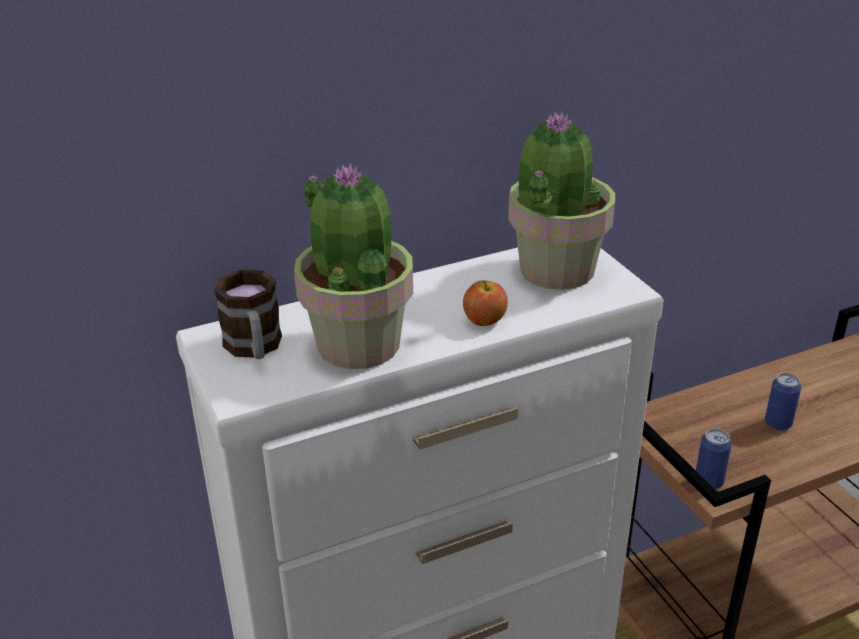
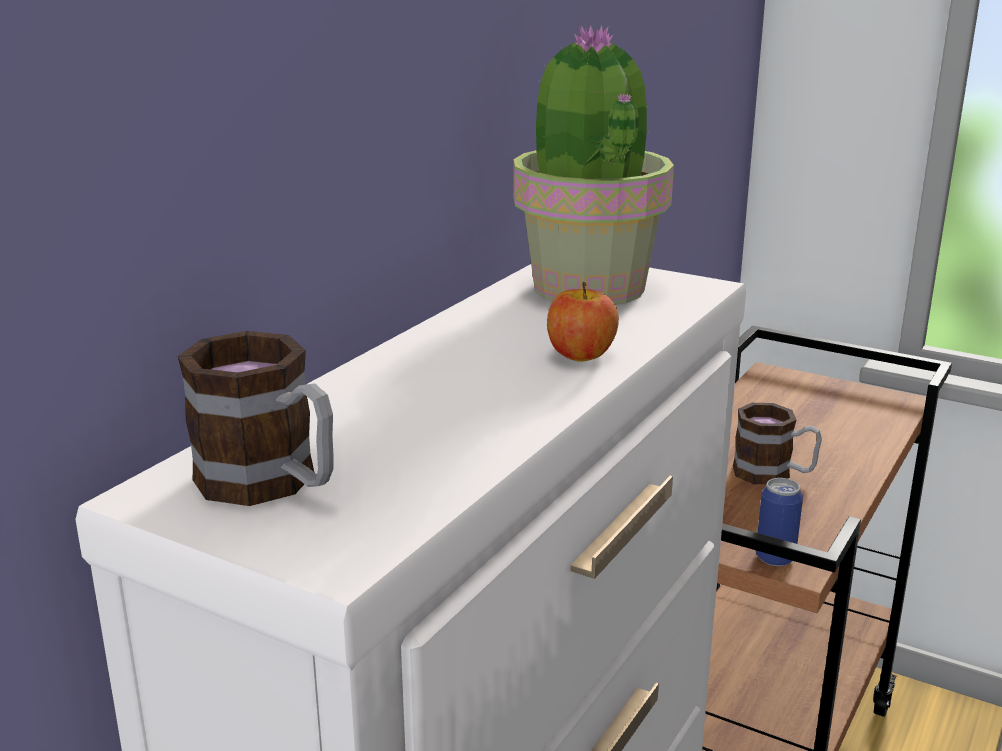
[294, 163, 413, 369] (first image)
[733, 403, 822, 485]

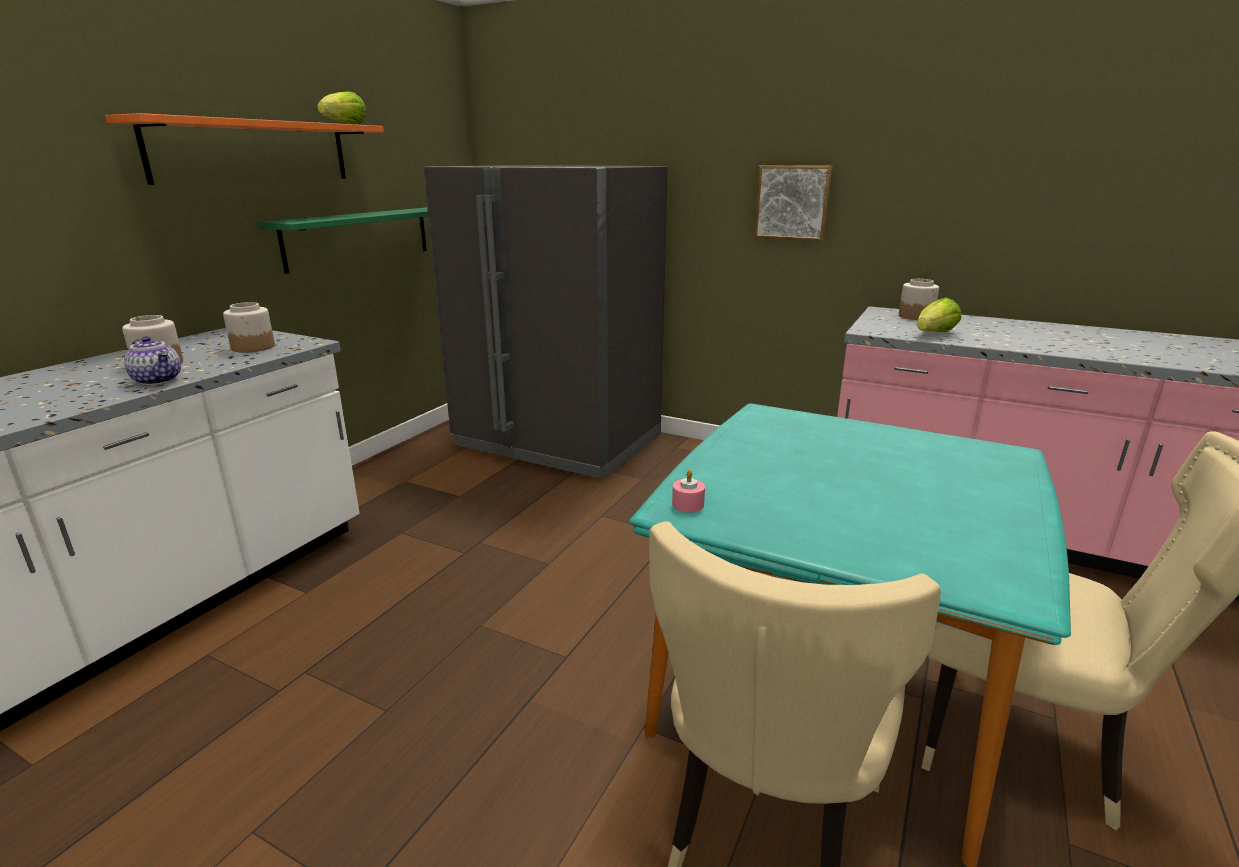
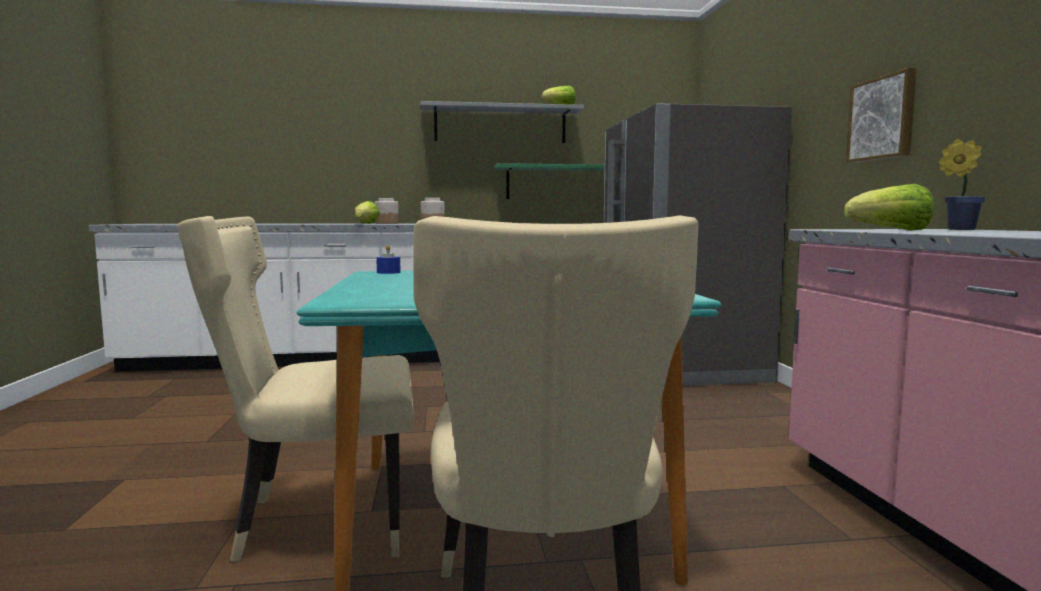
[420, 101, 584, 143]
[355, 201, 379, 224]
[376, 245, 401, 274]
[939, 139, 985, 230]

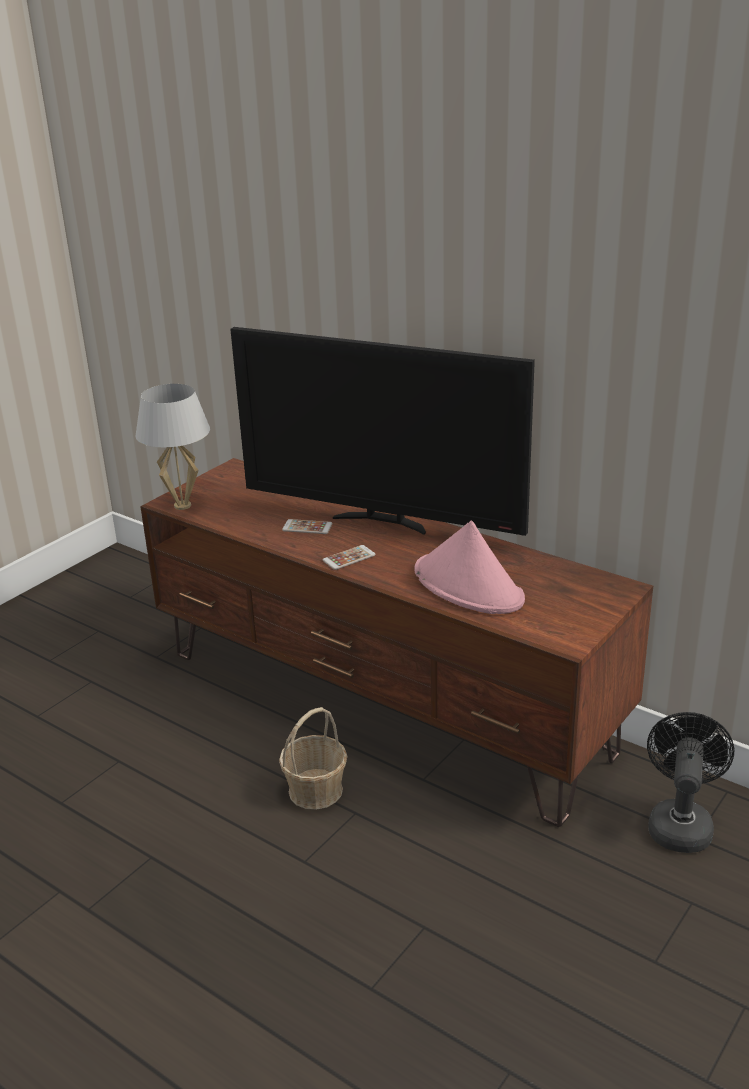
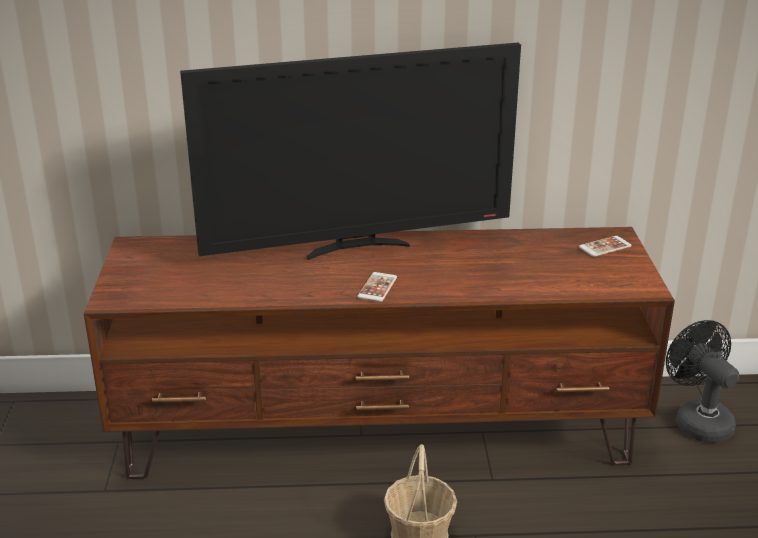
[136, 384, 210, 510] (first image)
[579, 236, 632, 257]
[414, 521, 525, 614] (first image)

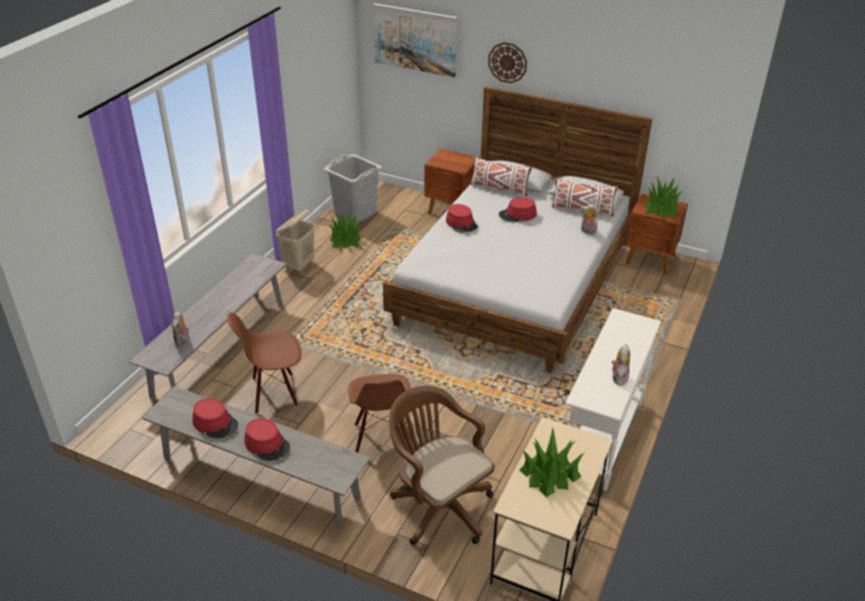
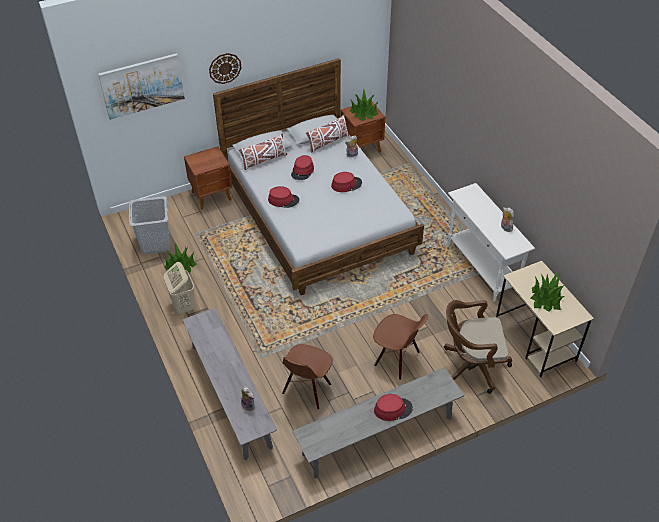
[331, 172, 362, 192]

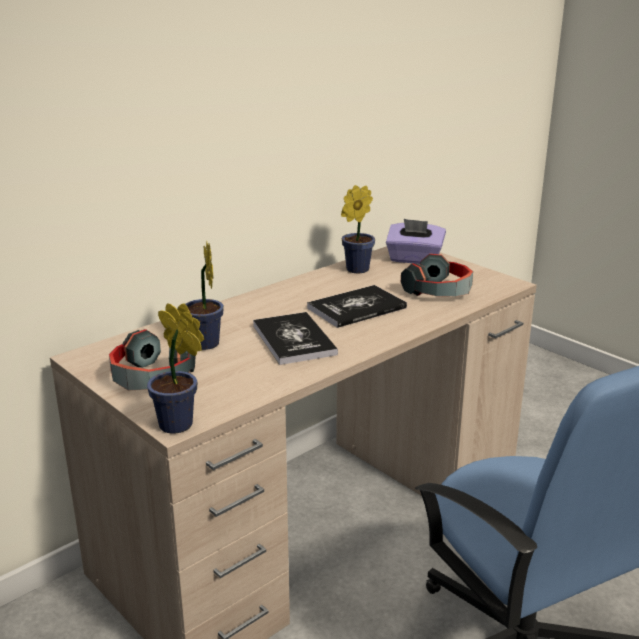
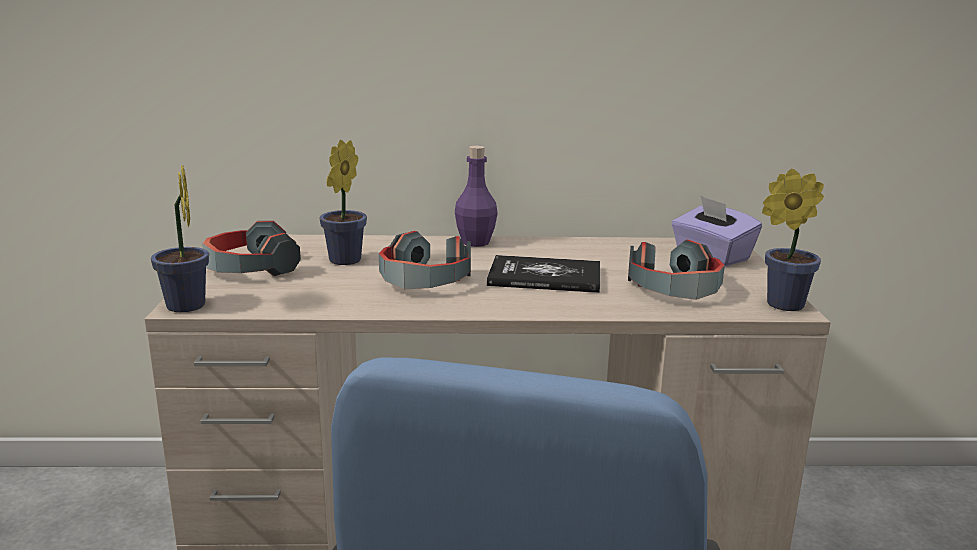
[379, 231, 471, 290]
[762, 169, 824, 311]
[455, 146, 498, 247]

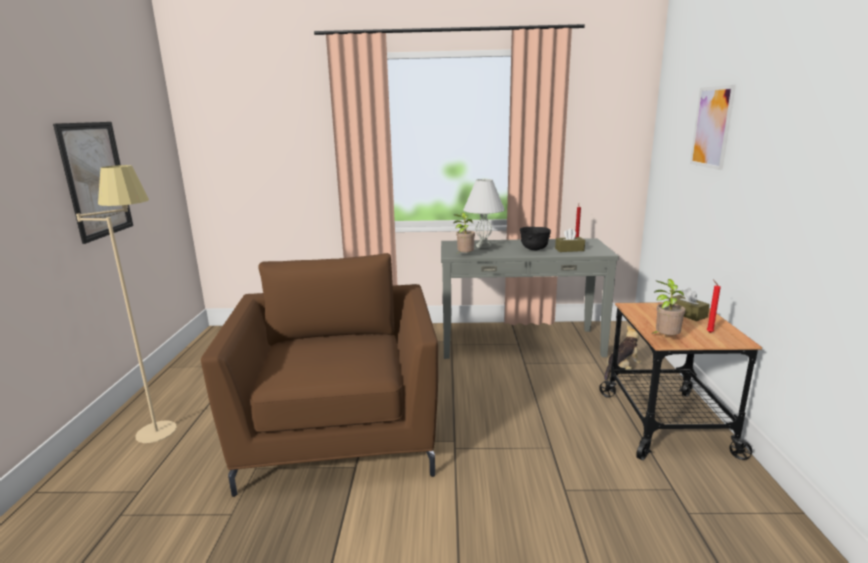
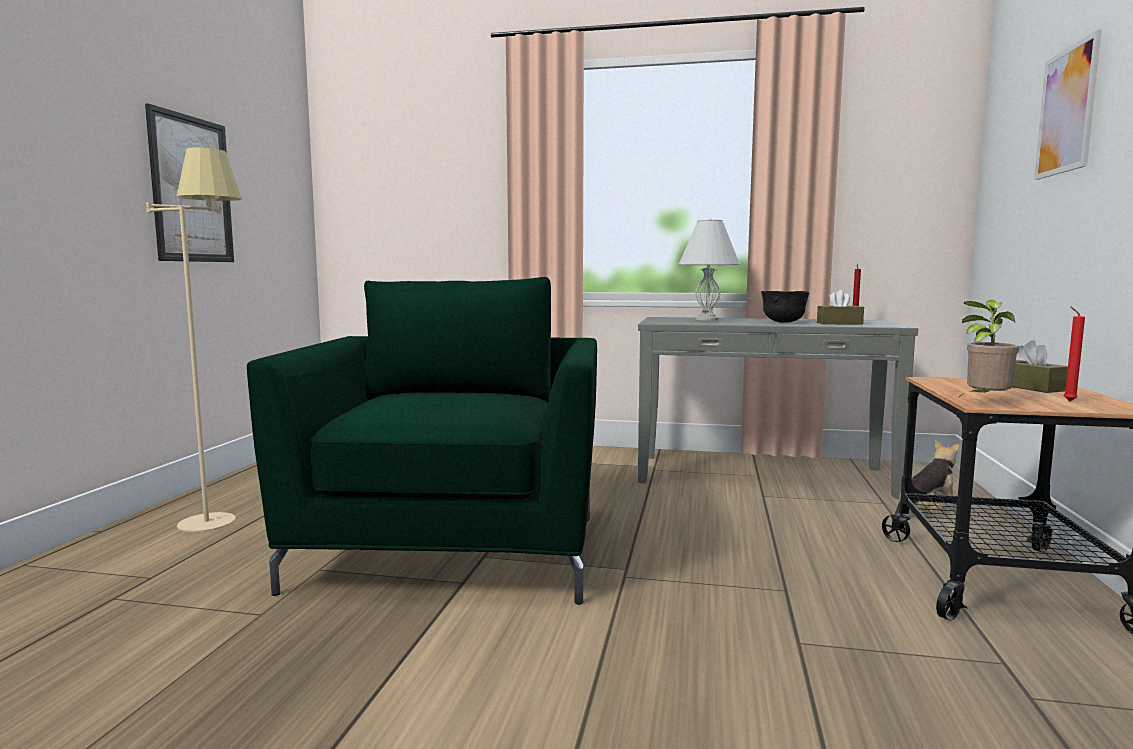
[247, 277, 597, 605]
[453, 213, 475, 256] (first image)

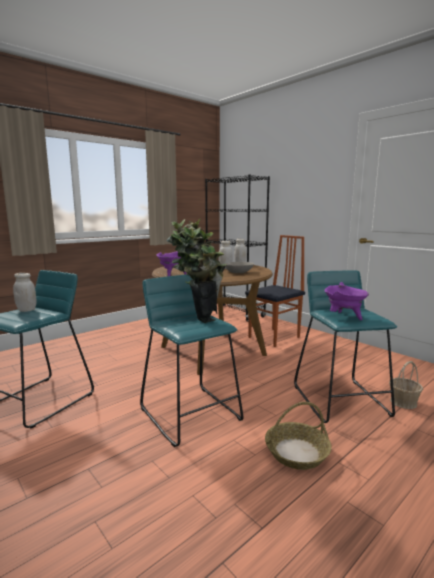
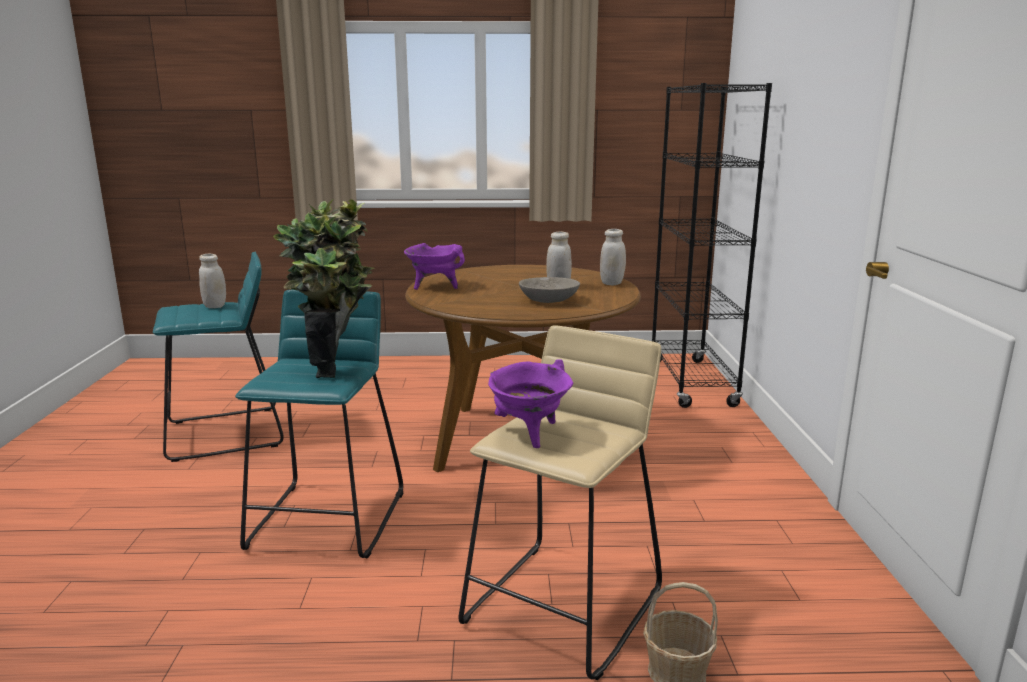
[245, 235, 305, 347] (first image)
[265, 402, 332, 470] (first image)
[459, 325, 662, 680]

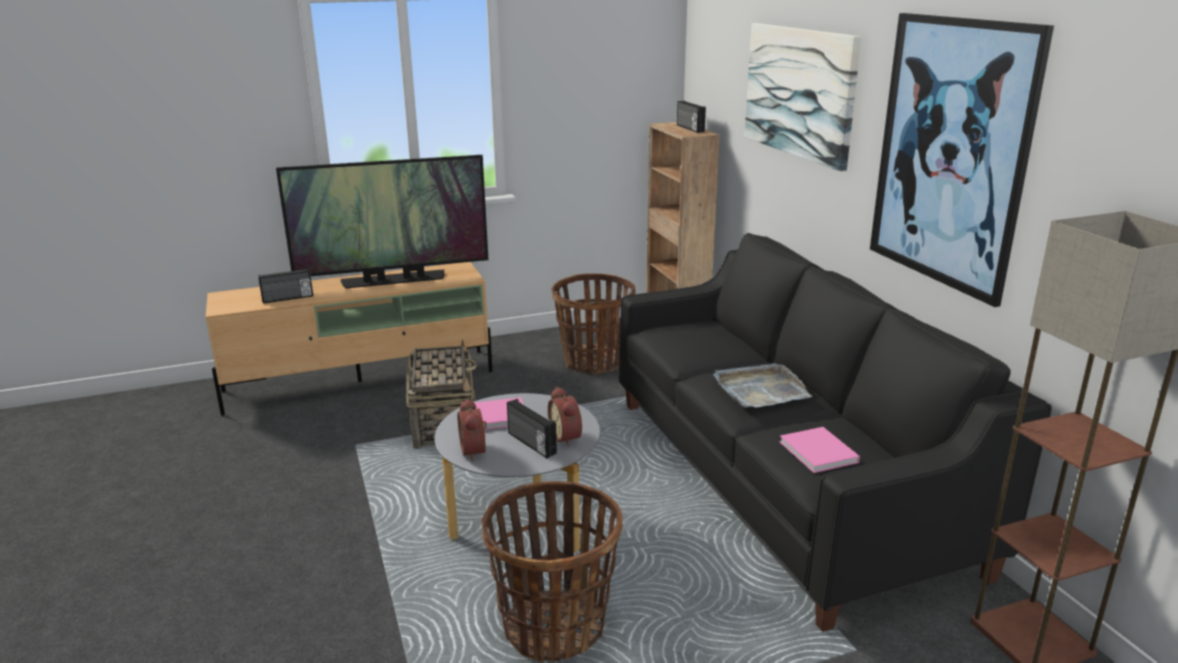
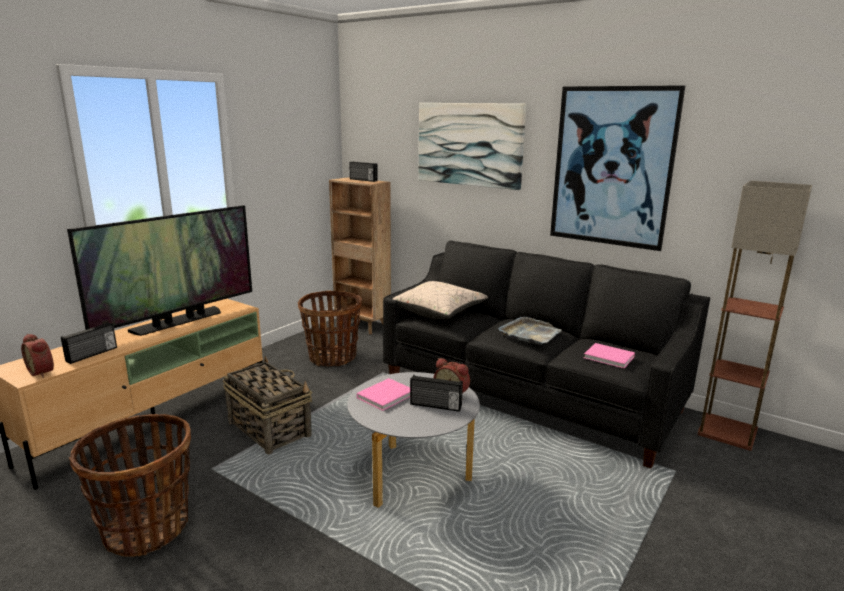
[21, 334, 54, 378]
[69, 414, 191, 557]
[393, 281, 488, 319]

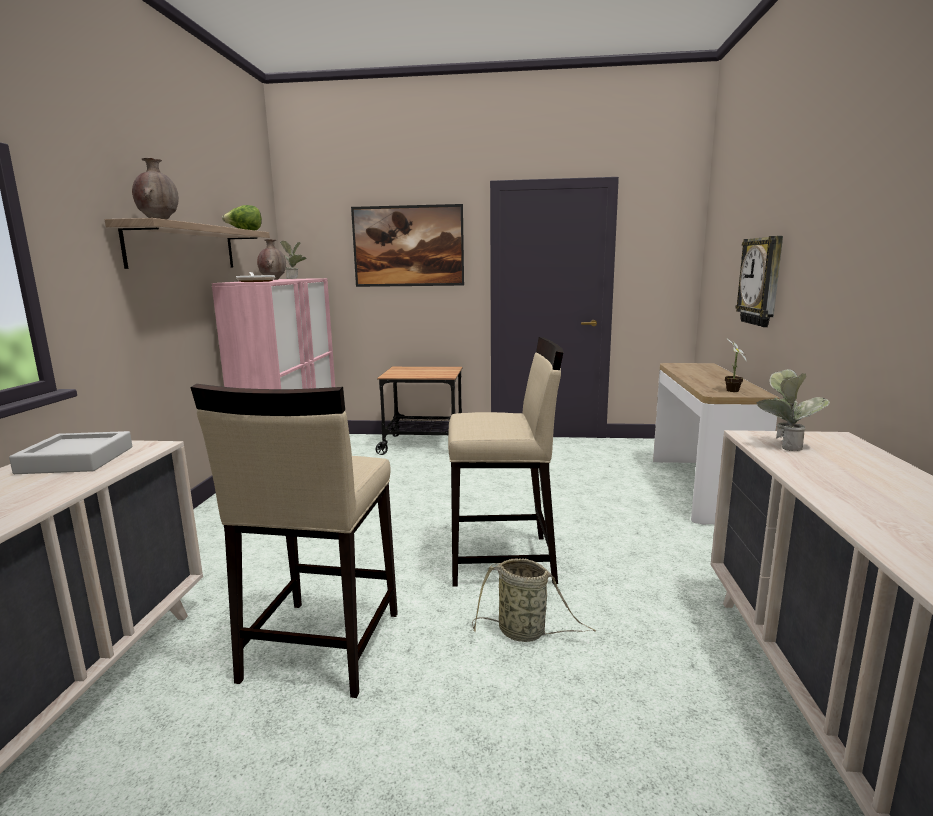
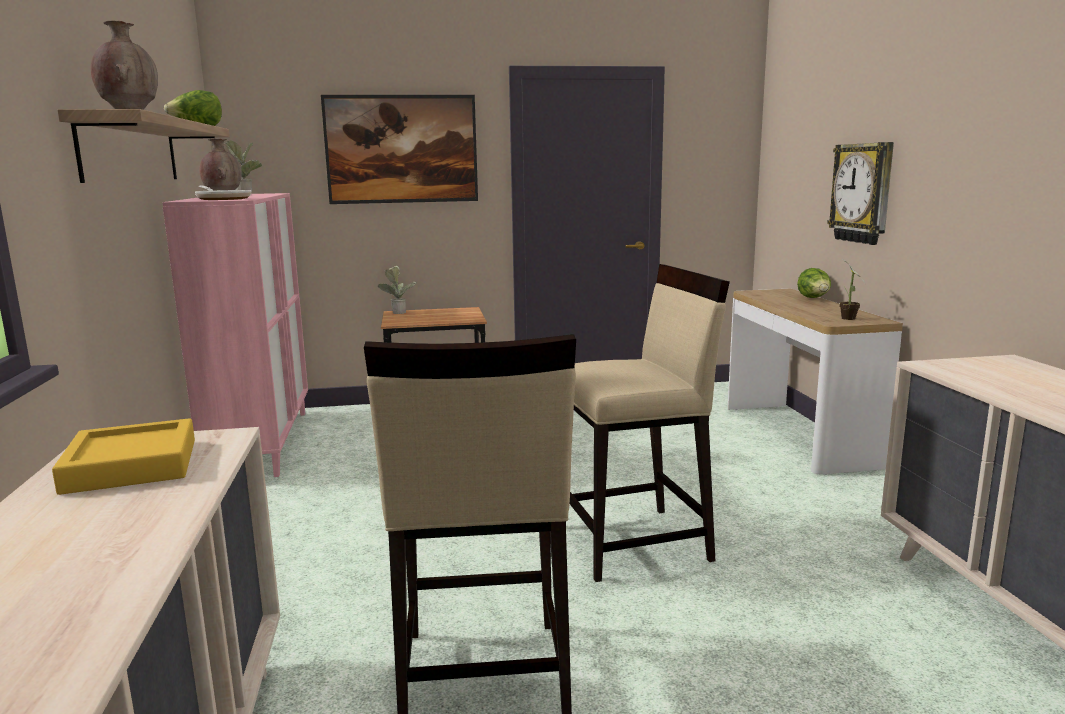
[52, 418, 195, 495]
[472, 558, 596, 642] (first image)
[378, 266, 417, 314]
[797, 268, 831, 298]

